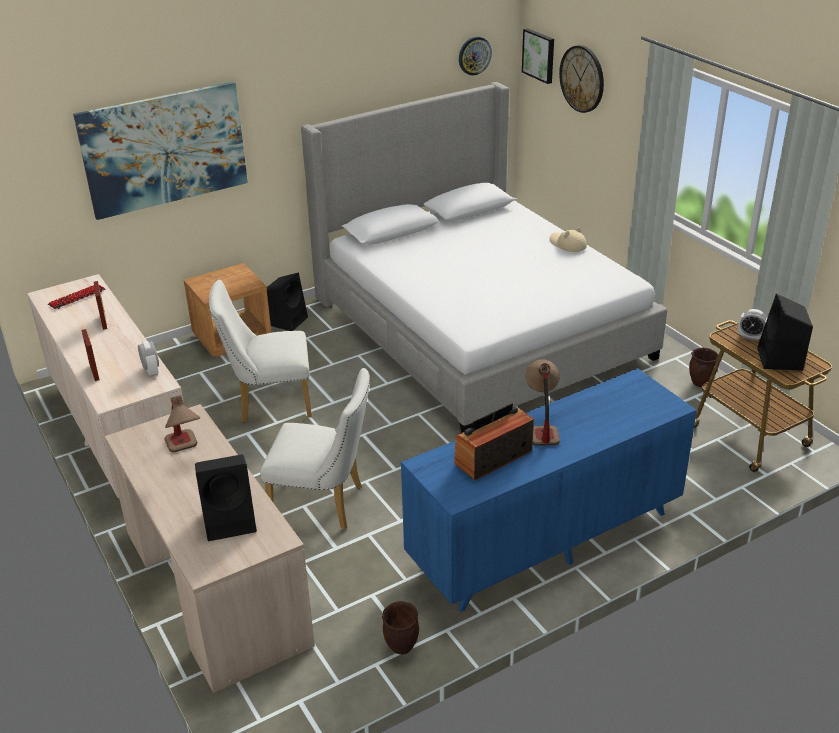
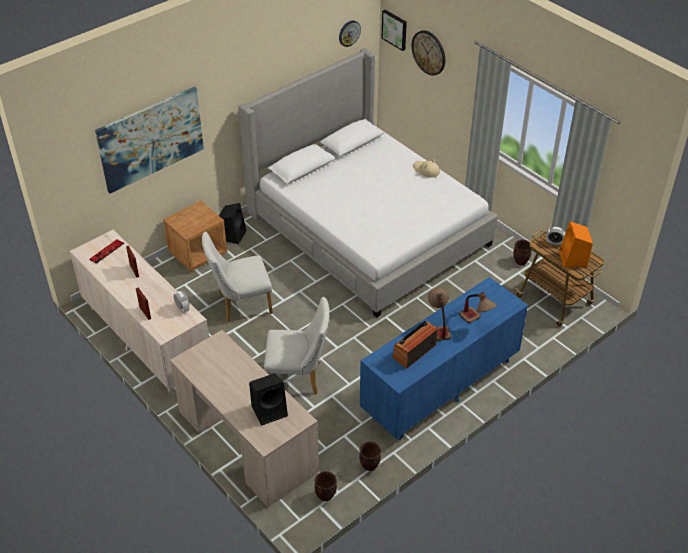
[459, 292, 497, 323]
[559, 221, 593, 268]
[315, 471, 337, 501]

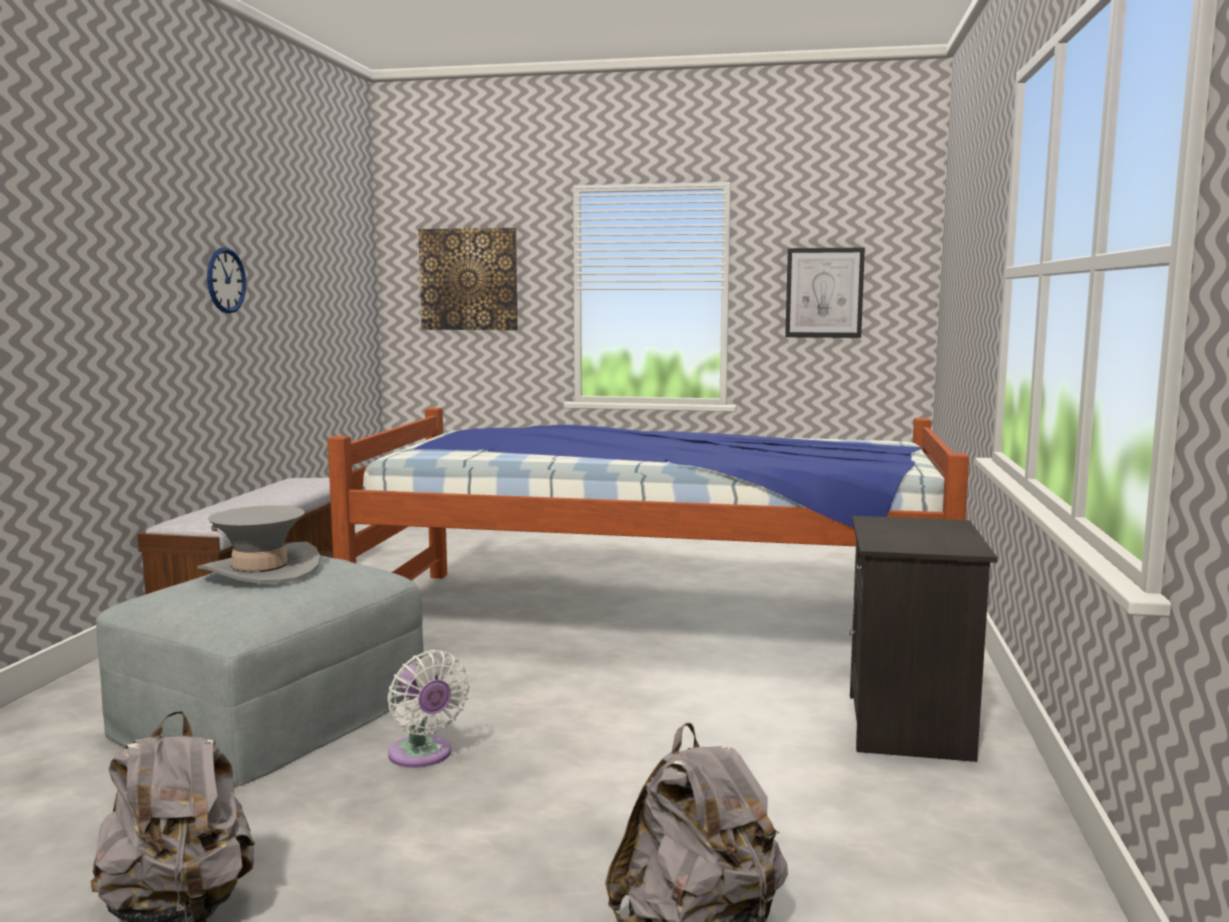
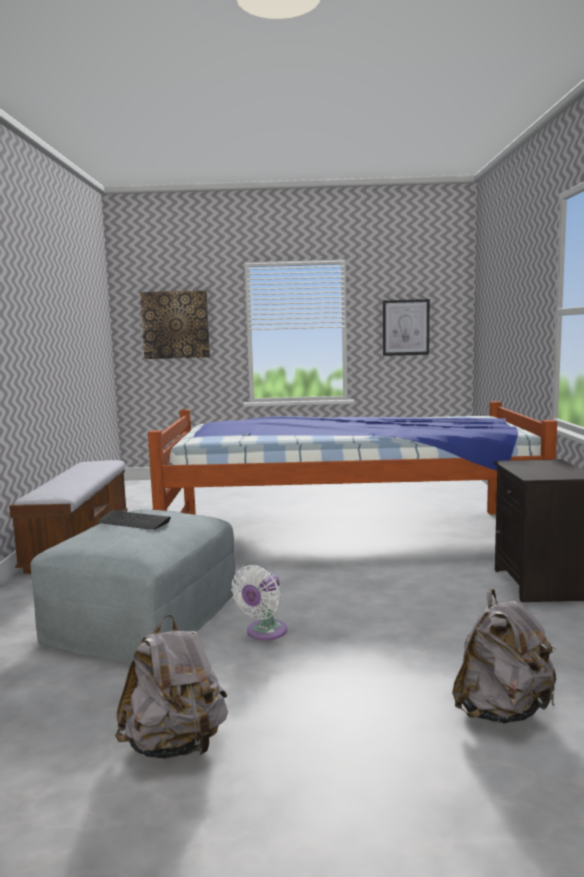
[97, 510, 171, 530]
[207, 247, 246, 314] (first image)
[231, 565, 287, 640]

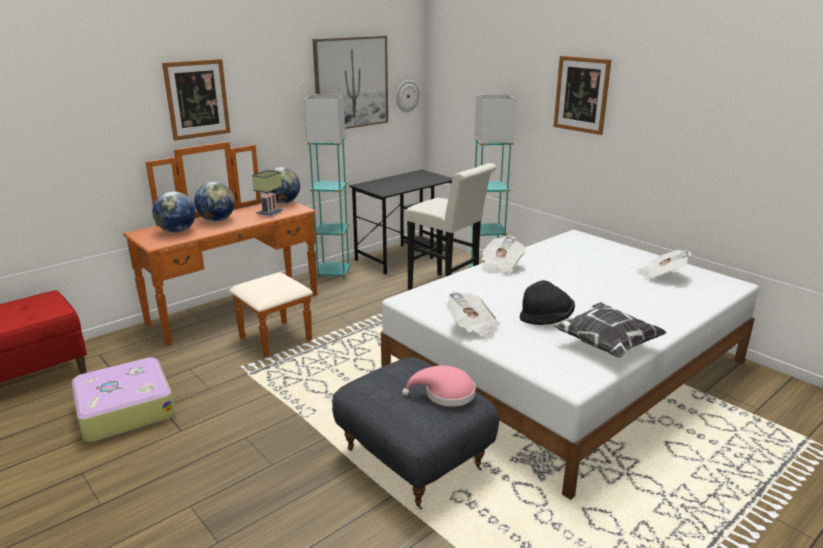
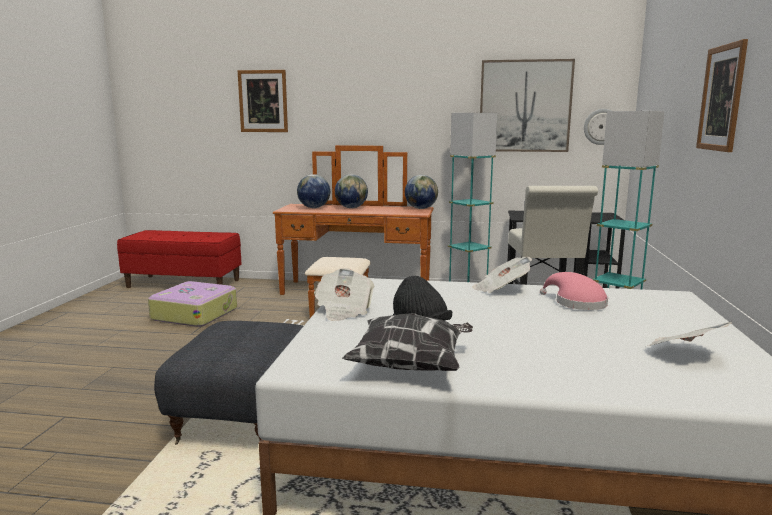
[237, 70, 288, 132]
[252, 170, 284, 217] (first image)
[540, 272, 608, 310]

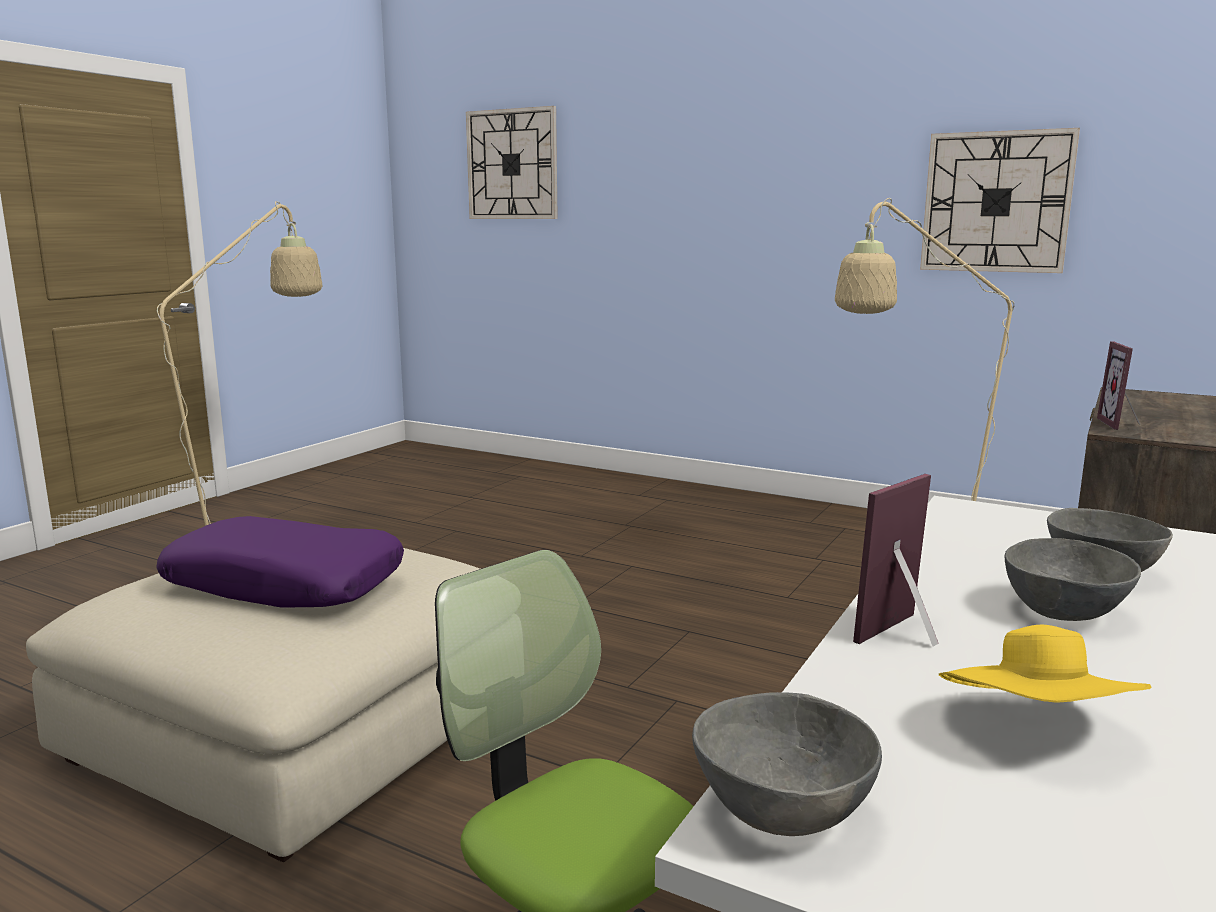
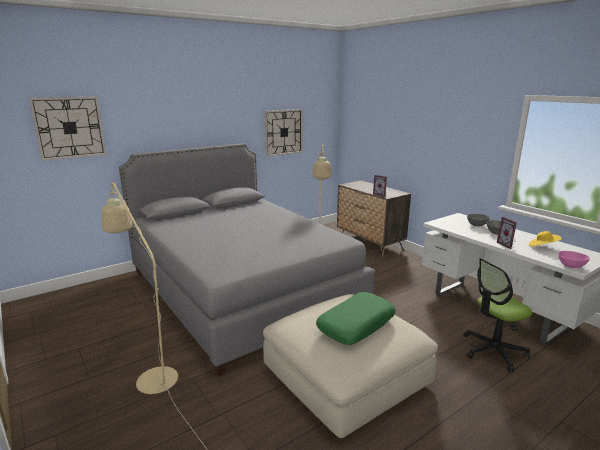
[316, 292, 396, 345]
[558, 251, 590, 268]
[119, 143, 375, 376]

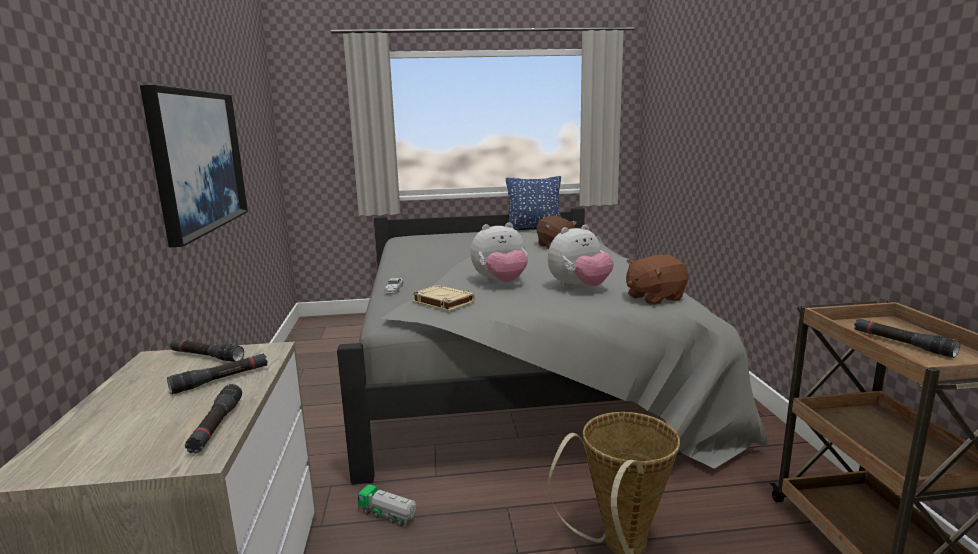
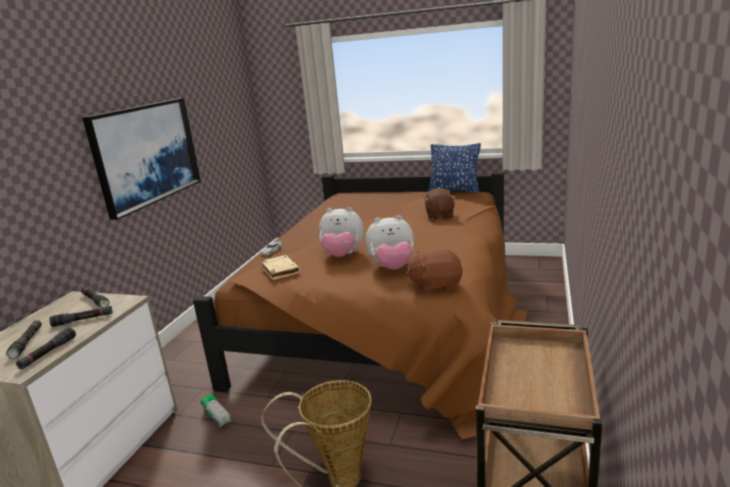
[193, 172, 527, 439]
[6, 320, 42, 358]

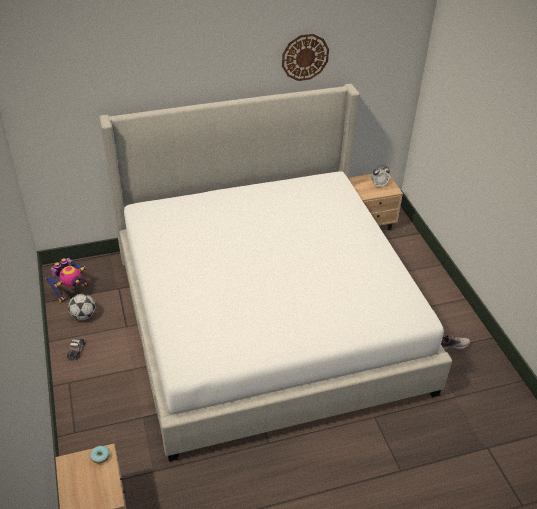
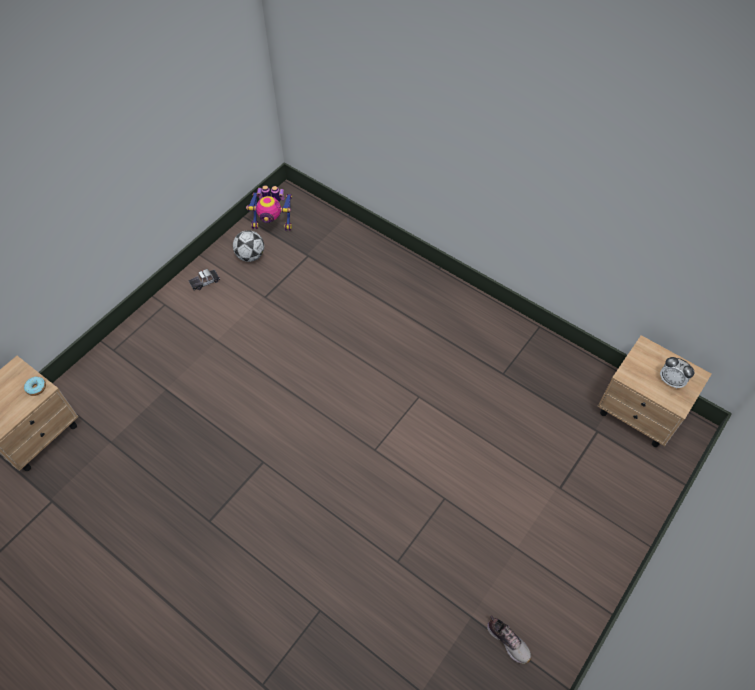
[99, 84, 452, 462] (first image)
[282, 34, 329, 81] (first image)

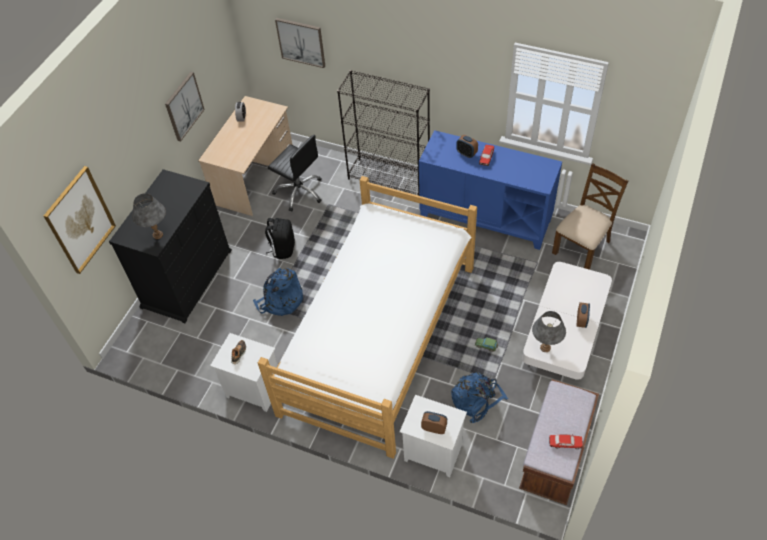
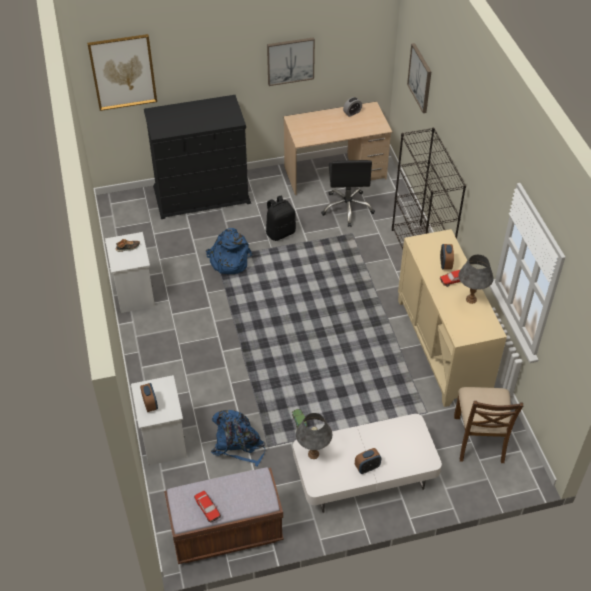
[458, 254, 494, 304]
[258, 176, 477, 459] (first image)
[398, 229, 507, 407]
[454, 387, 523, 463]

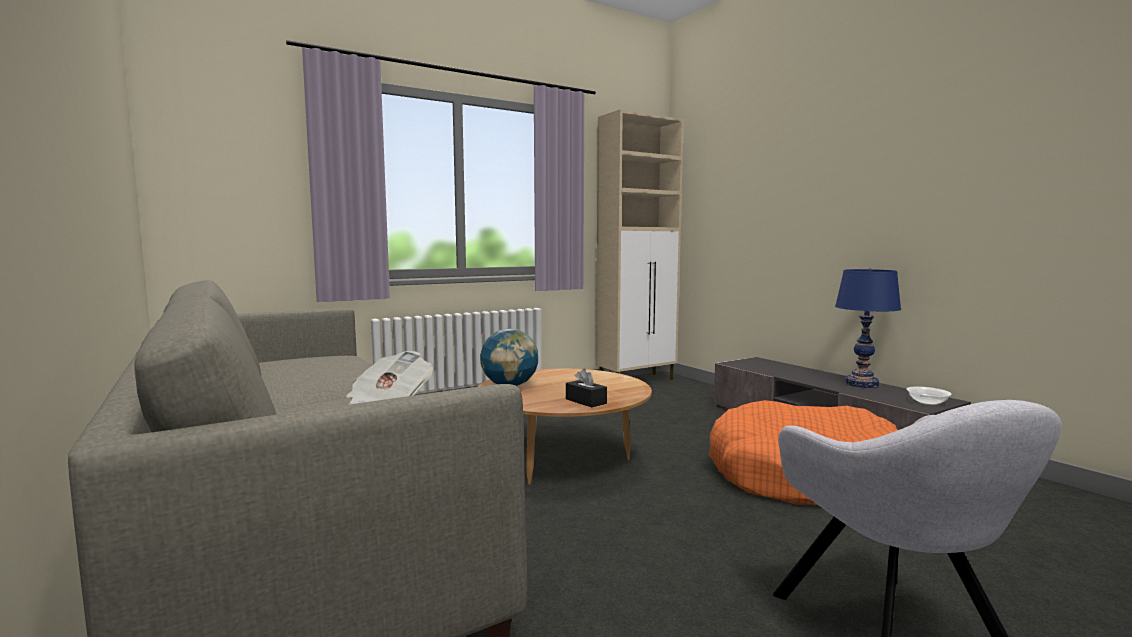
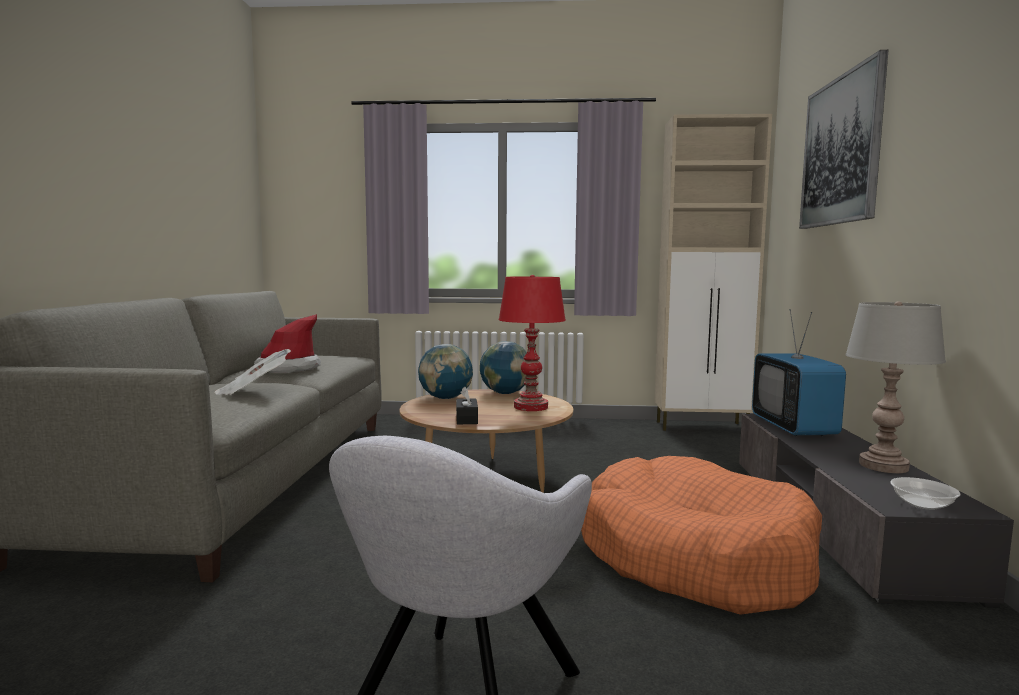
[845, 301, 946, 473]
[254, 314, 321, 373]
[480, 341, 527, 394]
[499, 275, 566, 411]
[752, 309, 846, 436]
[799, 50, 888, 229]

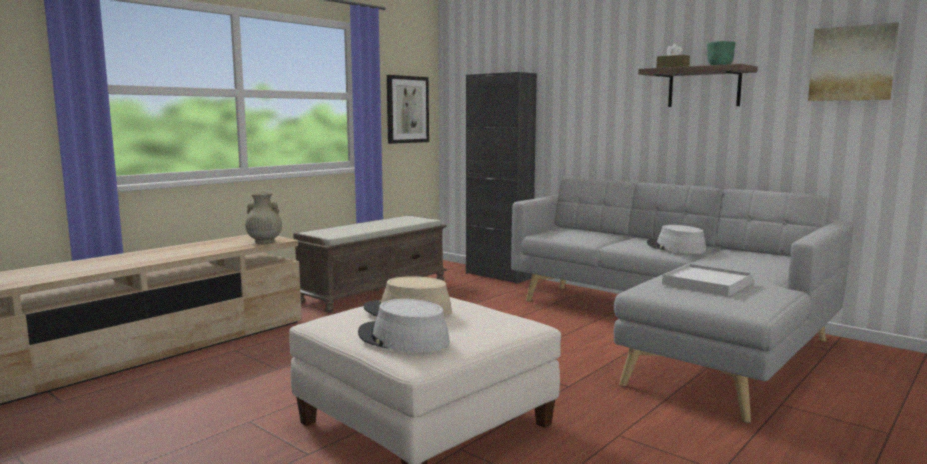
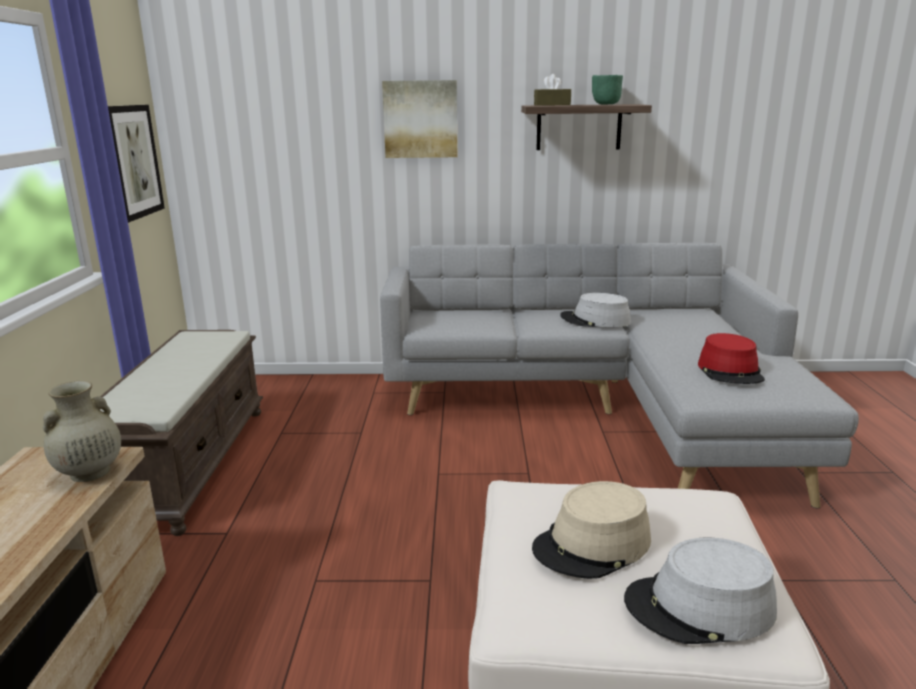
[466, 72, 537, 284] (first image)
[698, 333, 765, 384]
[382, 80, 457, 158]

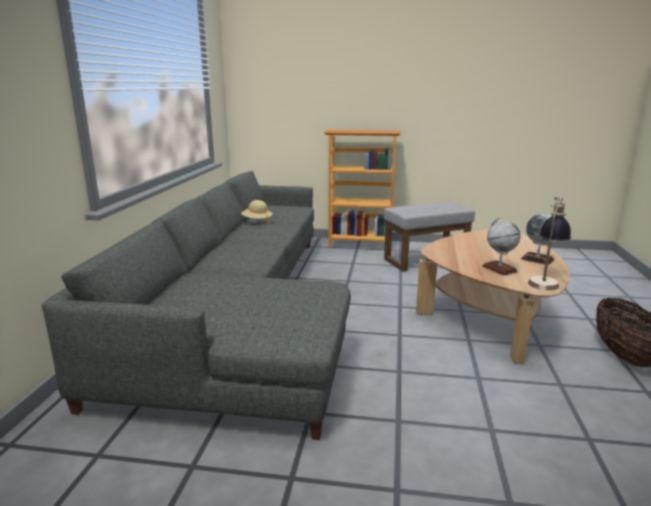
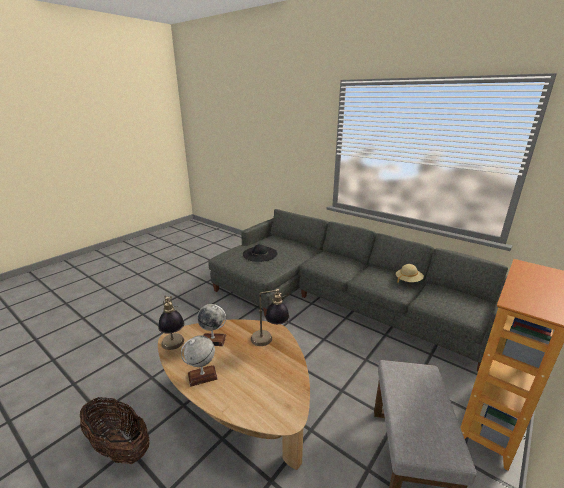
[243, 244, 278, 262]
[251, 288, 289, 346]

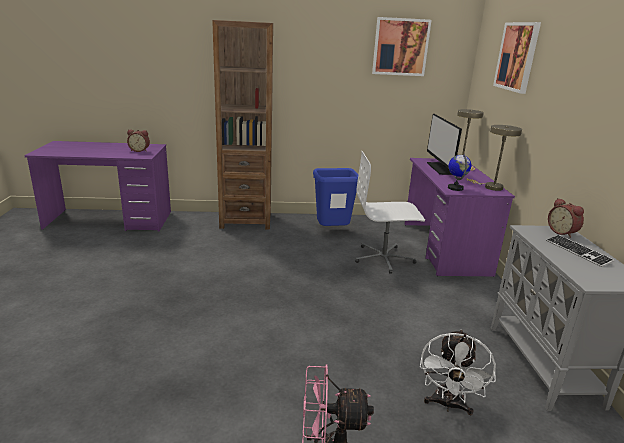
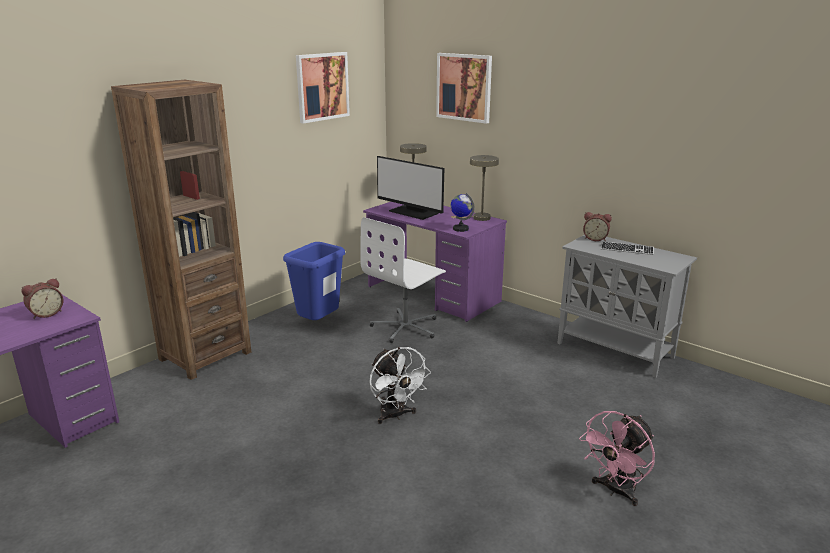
[369, 347, 431, 424]

